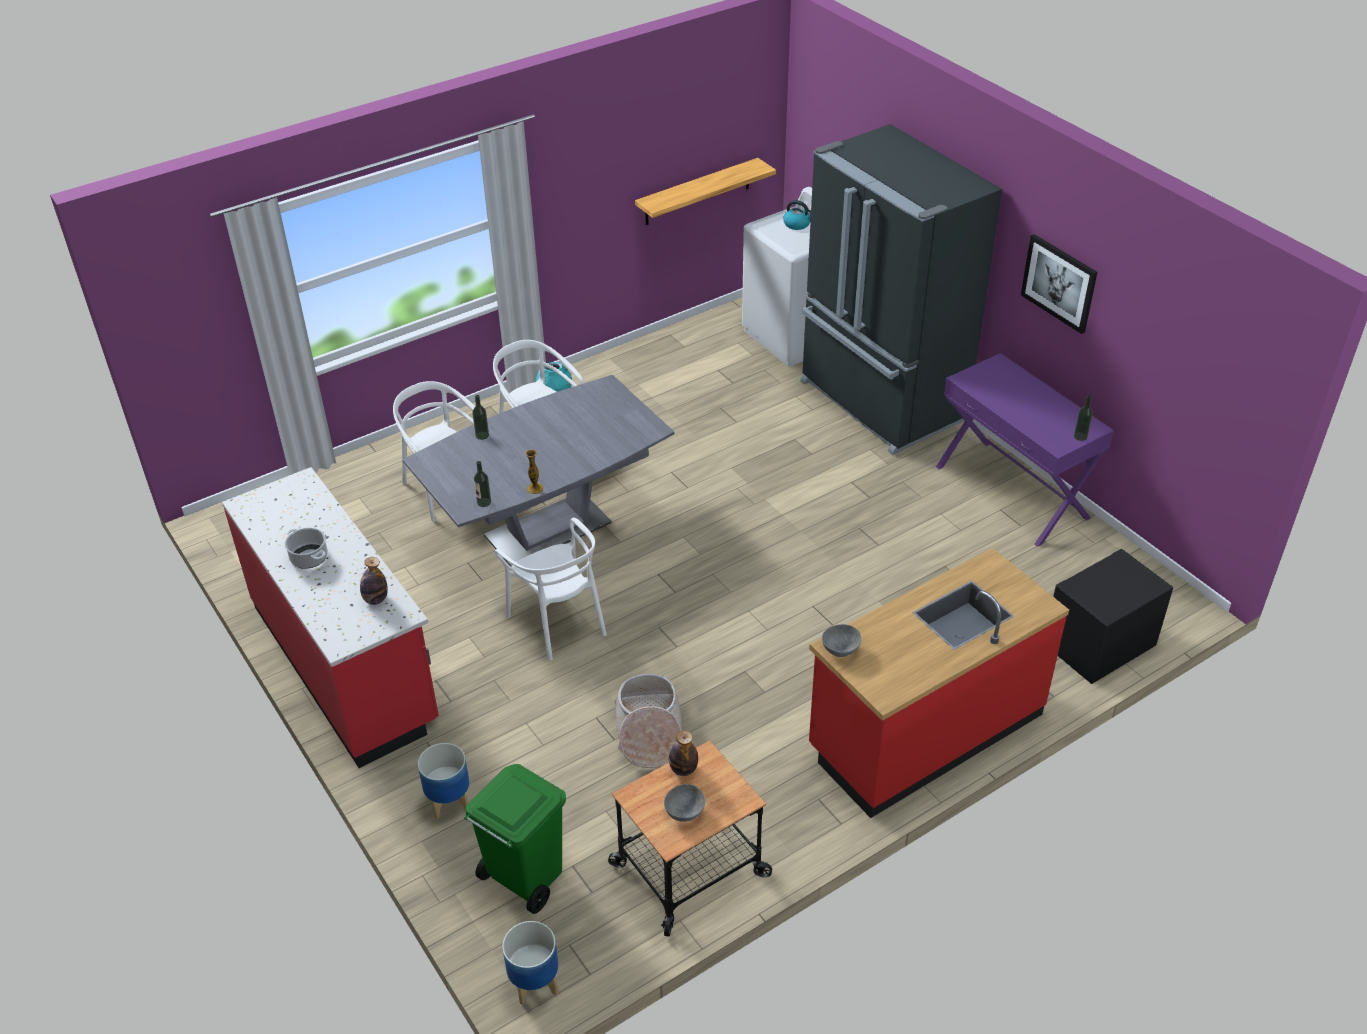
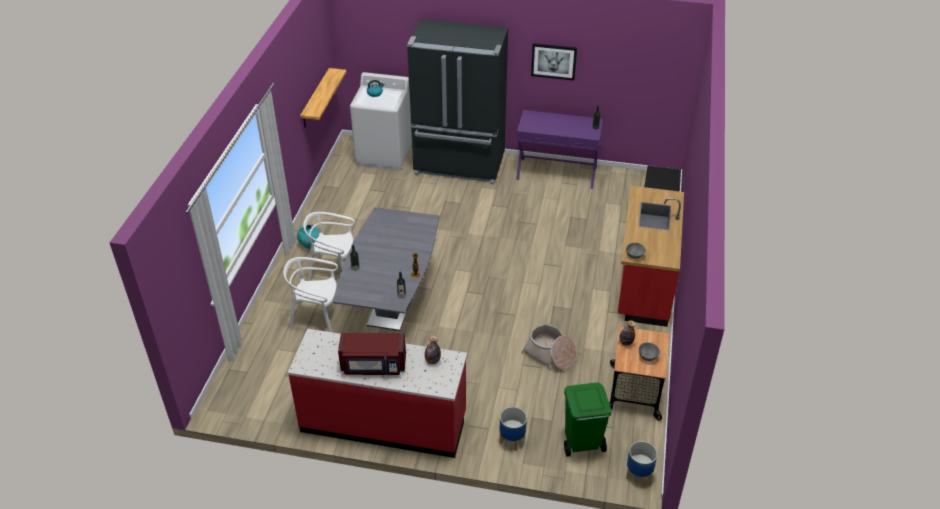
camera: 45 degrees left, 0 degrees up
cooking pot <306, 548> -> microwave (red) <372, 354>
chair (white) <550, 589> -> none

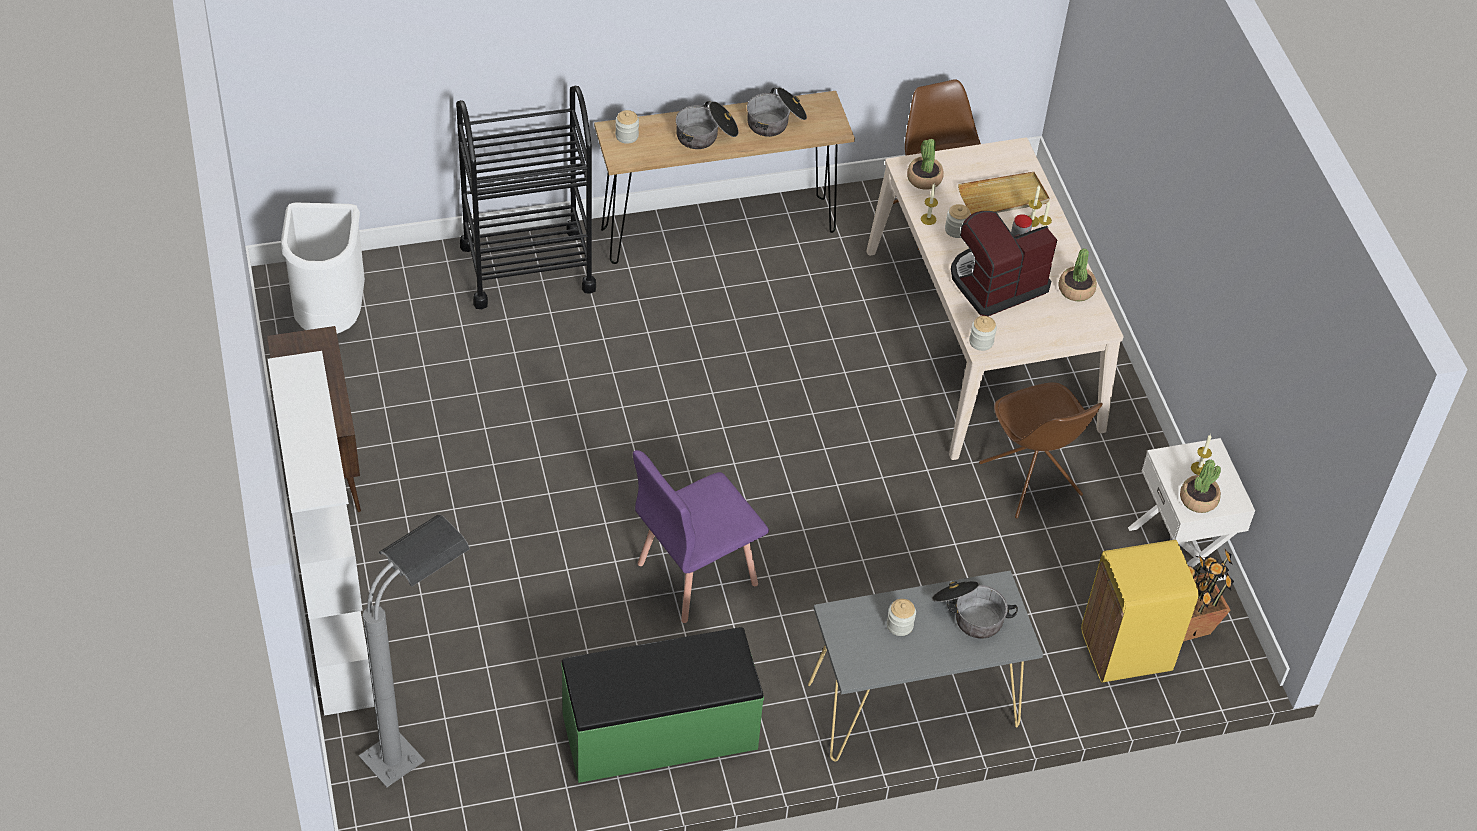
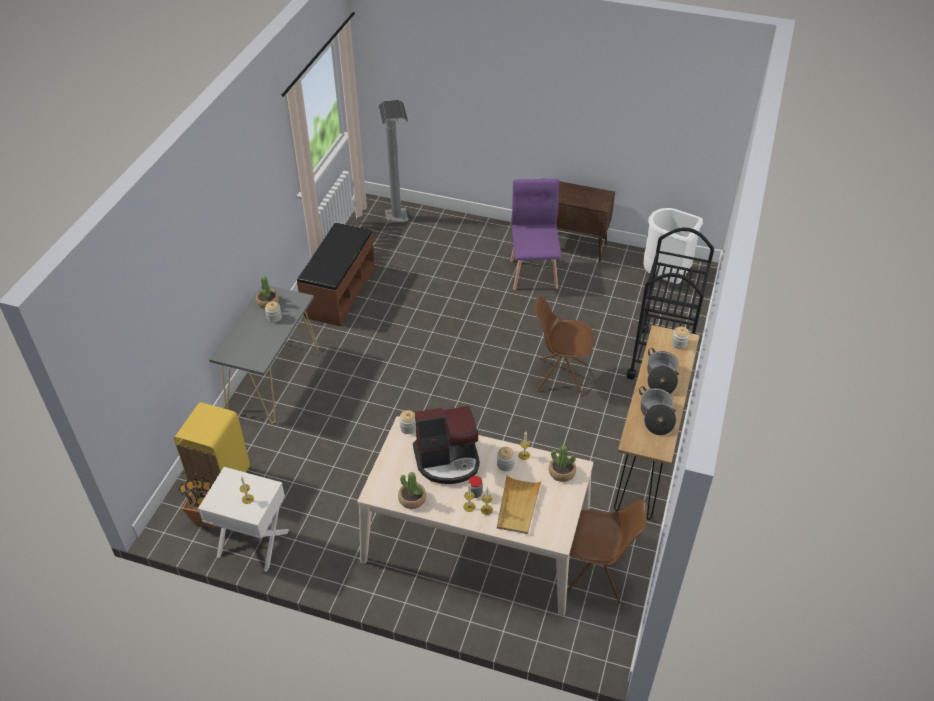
camera: 125 degrees right, 5 degrees down
potted plant <1200, 486> -> potted plant <267, 292>, relocated
bench (green) <662, 705> -> bench (brown) <336, 274>
coffee machine <1004, 263> -> coffee machine <446, 445>, 75 degrees clockwise
chair (purple) <701, 536> -> chair (purple) <535, 234>, relocated
chair (brown) <1041, 450> -> chair (brown) <564, 346>, relocated
bookcase (white) <321, 533> -> none
cooking pot <975, 610> -> none

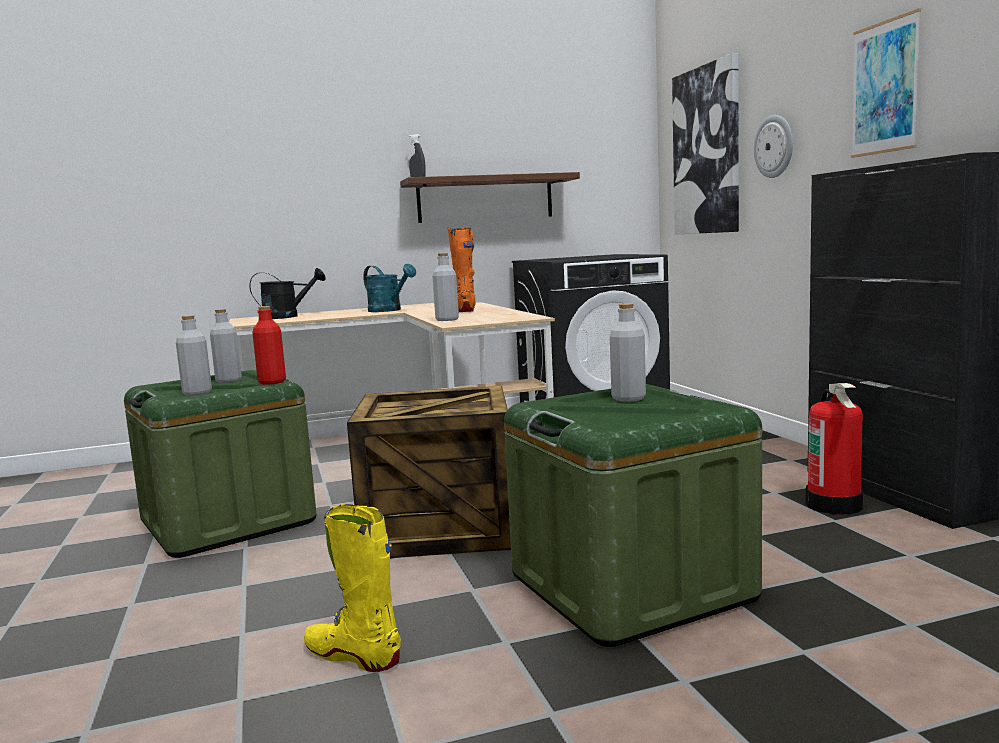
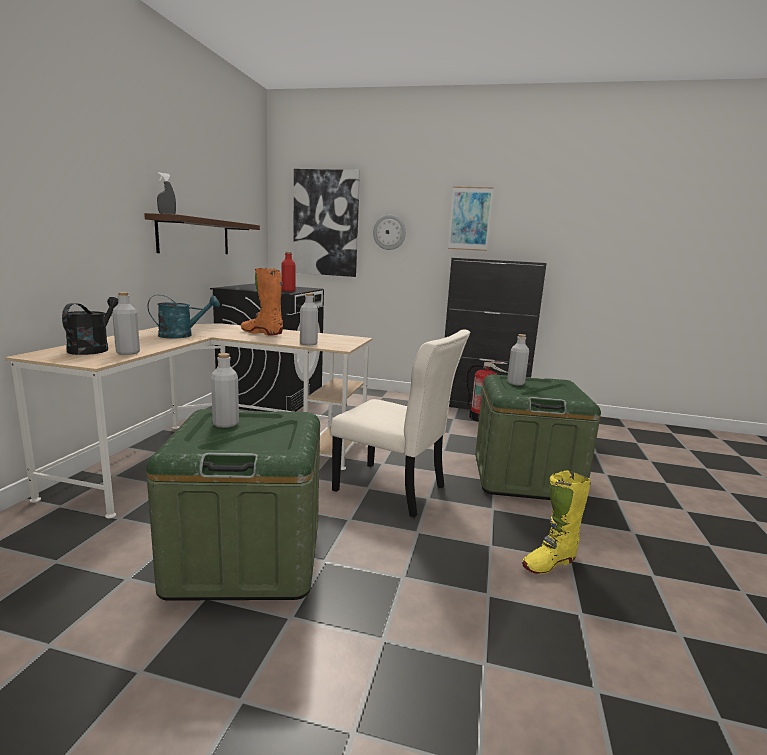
camera: 60 degrees left, 5 degrees up
bottle (grey) <194, 355> -> bottle (grey) <126, 323>, relocated
bottle (red) <269, 345> -> bottle (red) <288, 271>, relocated
crate <429, 472> -> chair (beige) <400, 423>

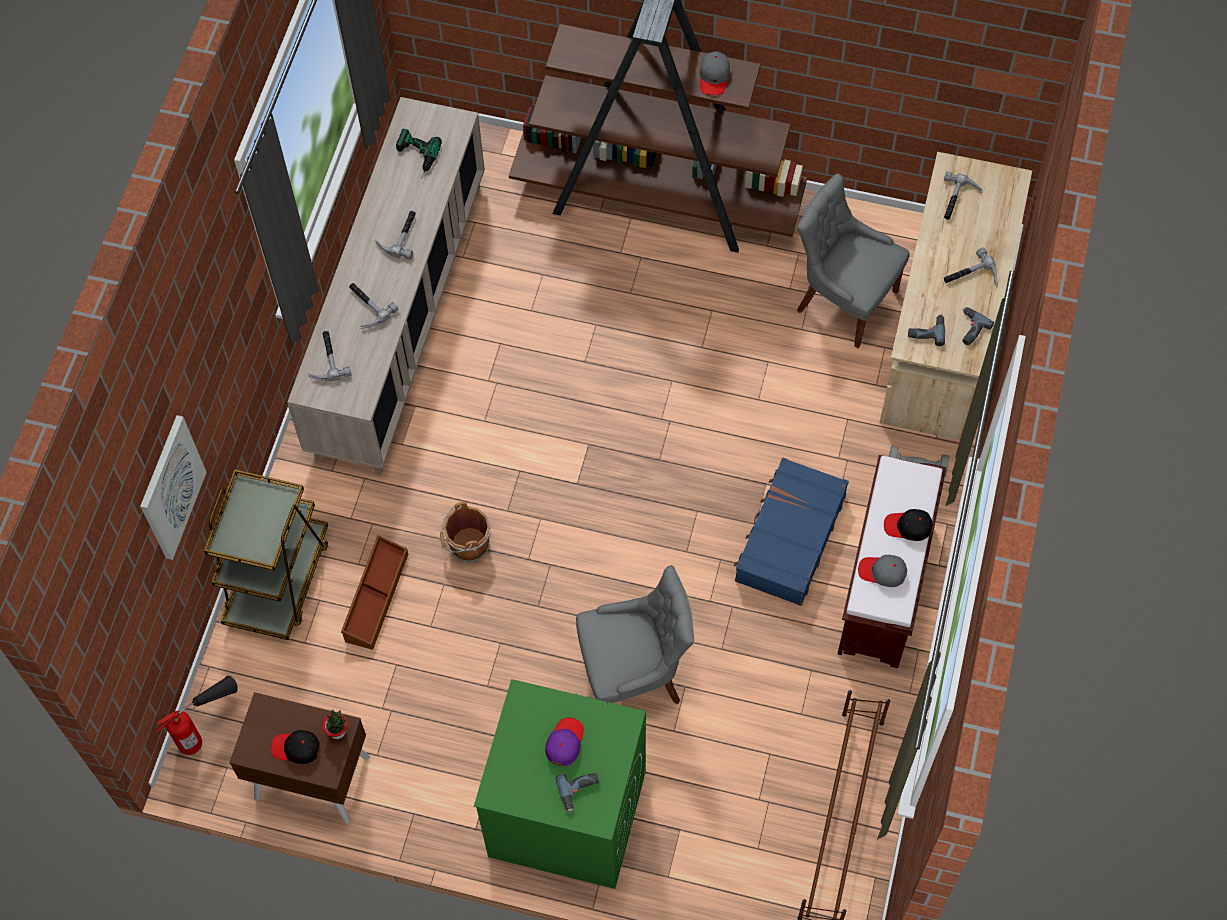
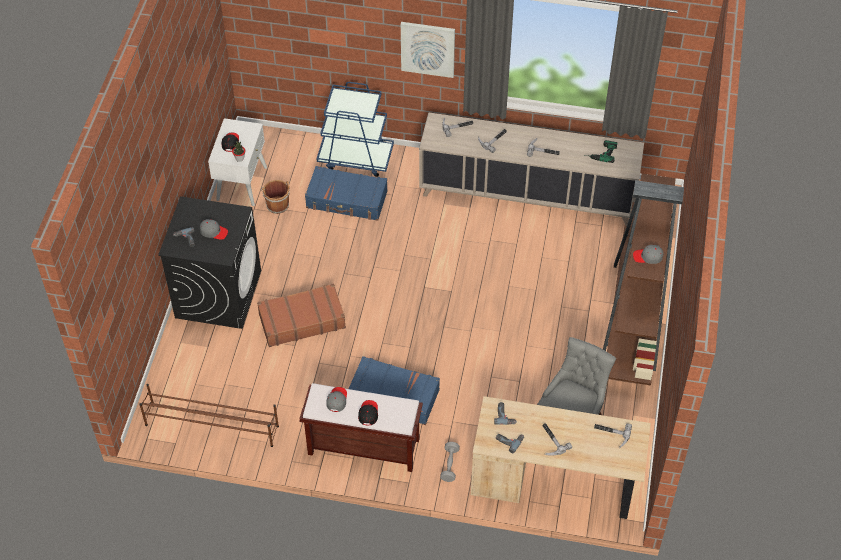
camera: 85 degrees right, 10 degrees down
washing machine (green) <560, 784> -> washing machine (black) <209, 262>
cap (purple) <564, 741> -> cap (grey) <214, 229>
nightstand (brown) <299, 757> -> nightstand (white) <237, 162>
chair (grey) <635, 634> -> suitcase (brown) <301, 315>
bucket (brown) <465, 532> -> bucket (brown) <275, 197>, relocated
storage box (brown) <374, 592> -> suitcase (blue) <346, 193>
cart (brown) <266, 554> -> cart (blue) <355, 129>
picture <173, 487> -> picture <428, 50>, relocated
fire extinguisher <197, 715> -> none

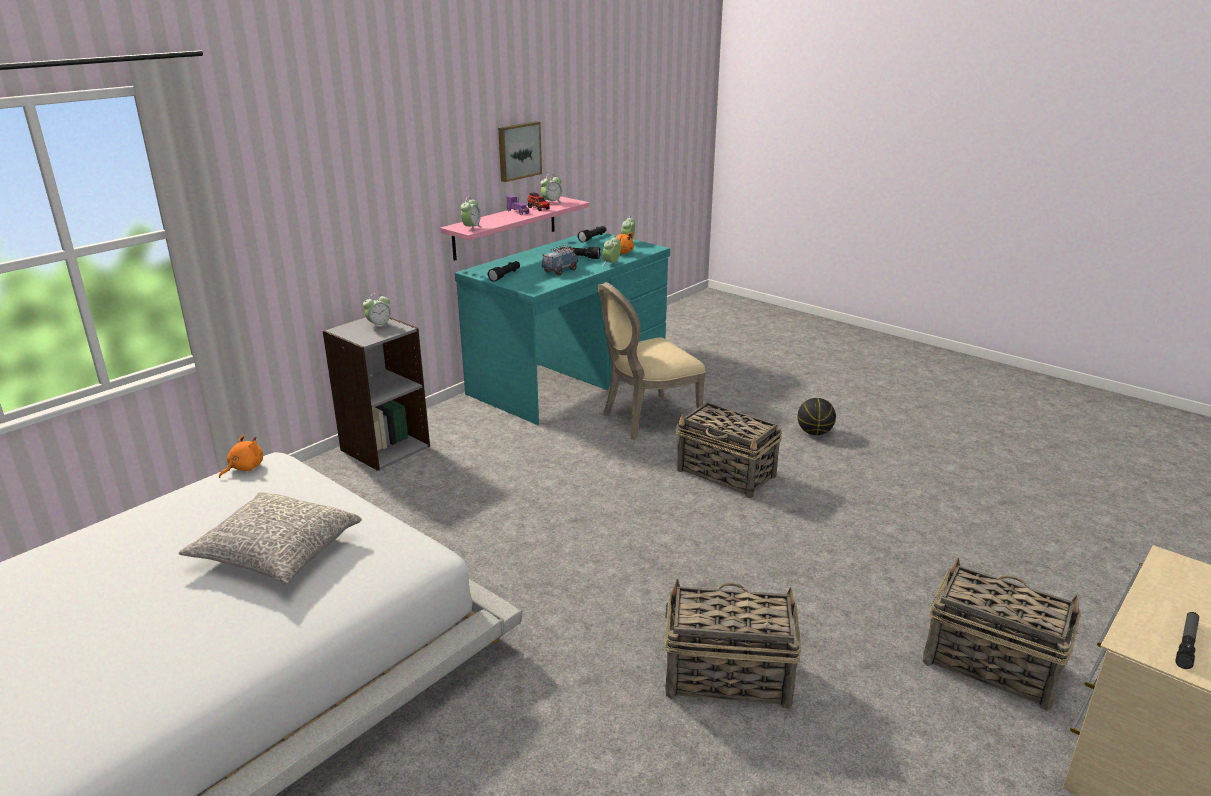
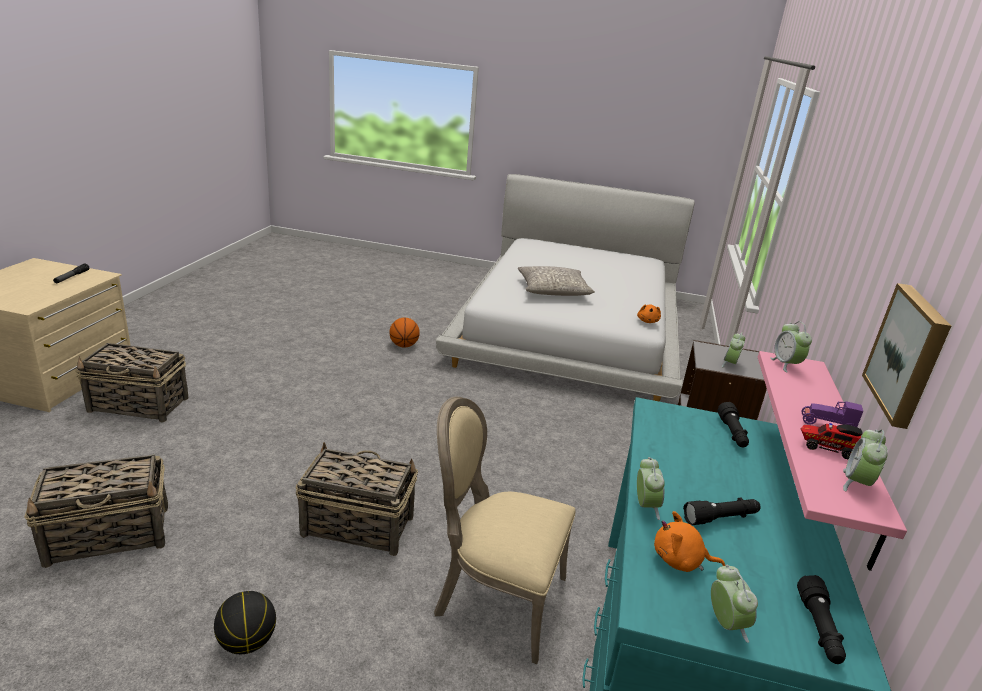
camera: 150 degrees right, 0 degrees up
basket <733, 644> -> basket <96, 511>, relocated
none -> basketball <404, 332>
chair (beige) <652, 361> -> chair (beige) <504, 530>, 105 degrees counterclockwise
toy truck <560, 260> -> none

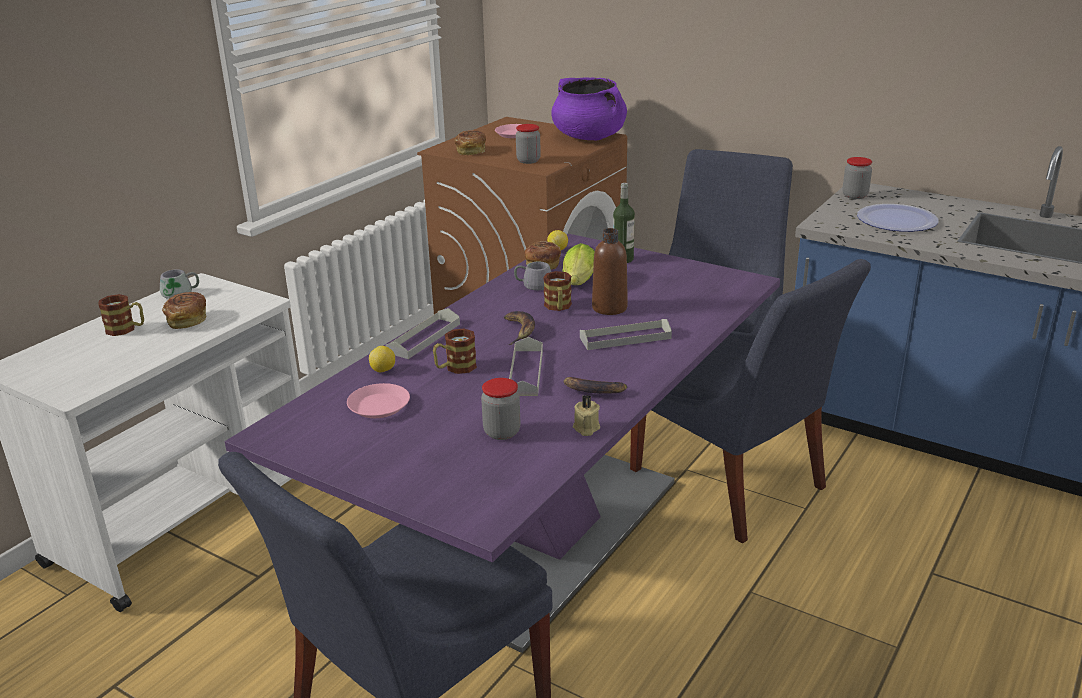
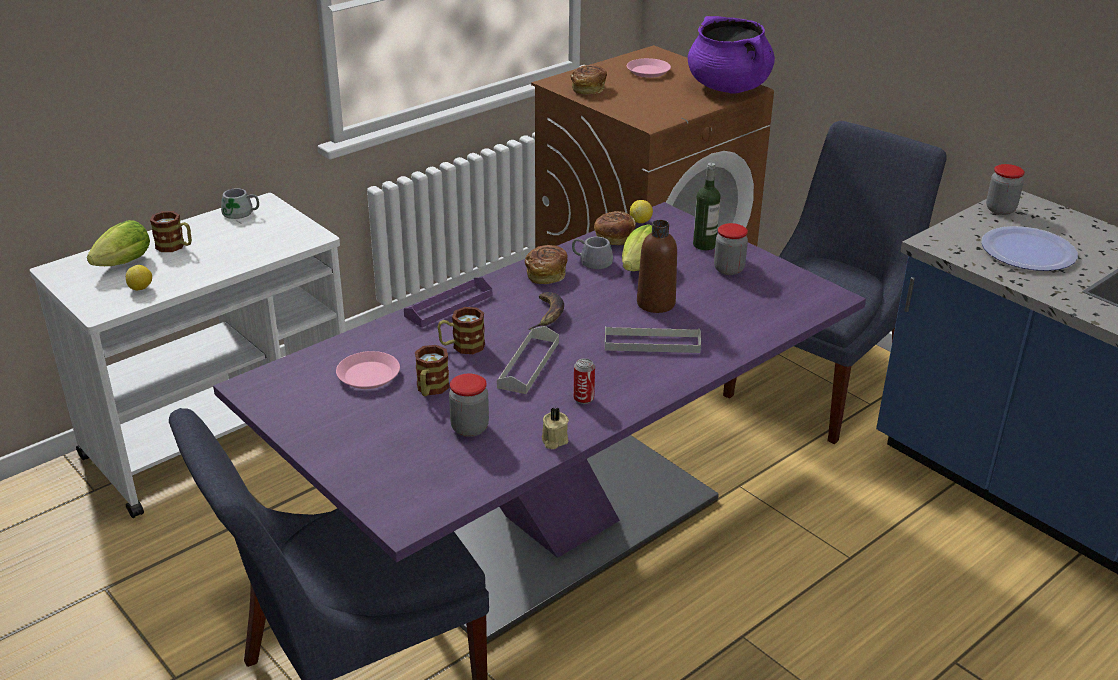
camera: 15 degrees right, 5 degrees up
none -> lettuce <118, 243>
lemon <382, 359> -> lemon <139, 278>, relocated
tray (grey) <422, 333> -> tray (purple) <448, 302>
mug <557, 291> -> mug <432, 370>, relocated
bread <184, 310> -> bread <546, 264>, relocated
banana <595, 385> -> can <584, 381>
jar <528, 144> -> jar <731, 249>, relocated
chair (blue) <750, 401> -> none

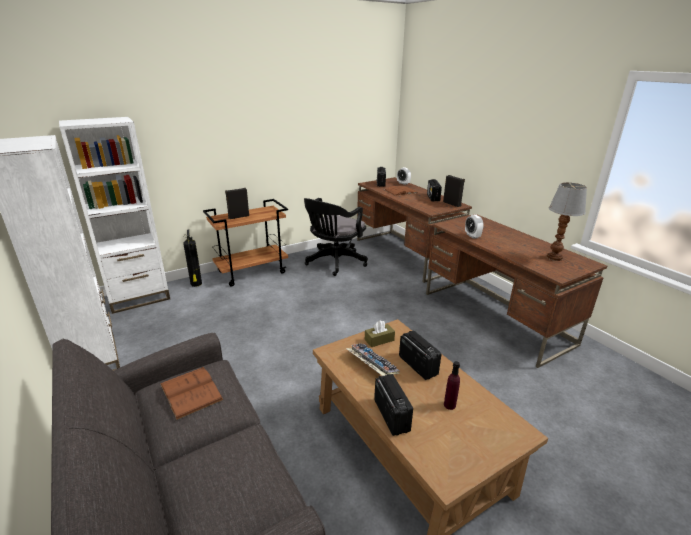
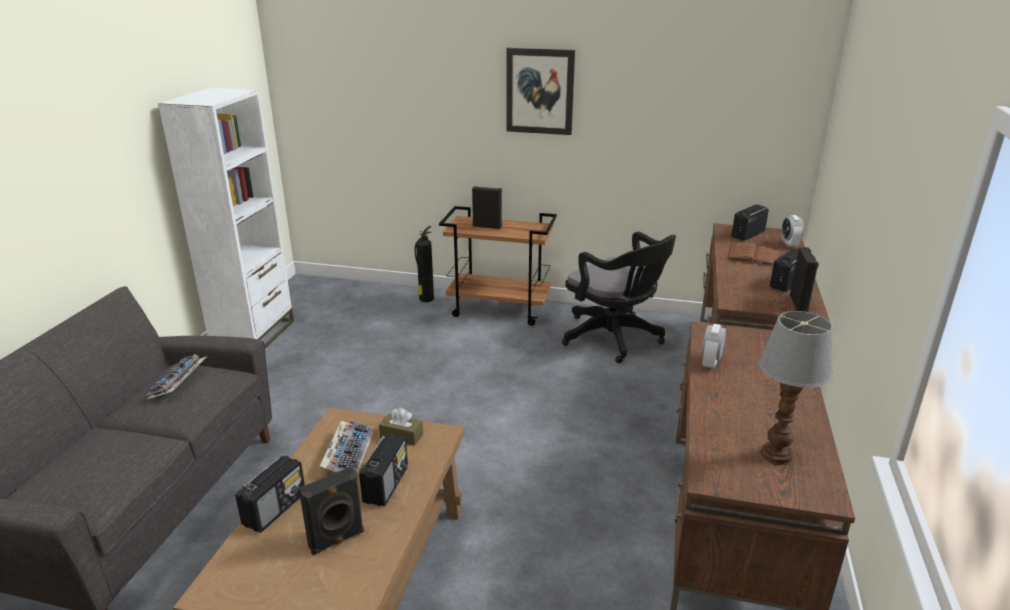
camera: 45 degrees right, 0 degrees up
book (brown) <191, 393> -> keyboard <176, 376>
bottle (purple) <452, 385> -> speaker (black) <331, 511>
none -> picture <540, 91>
office chair (black) <336, 237> -> office chair (black) <619, 297>, 120 degrees counterclockwise
bookcase (white) <114, 215> -> none

